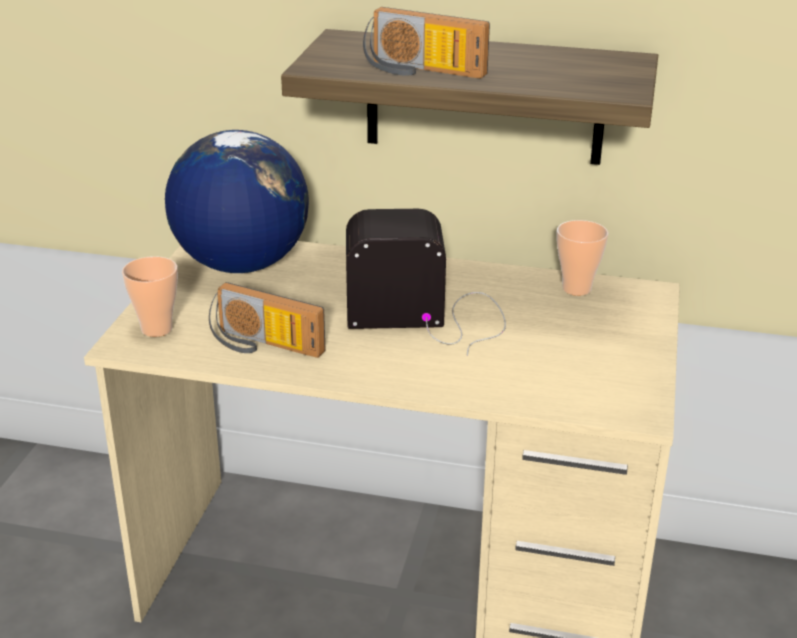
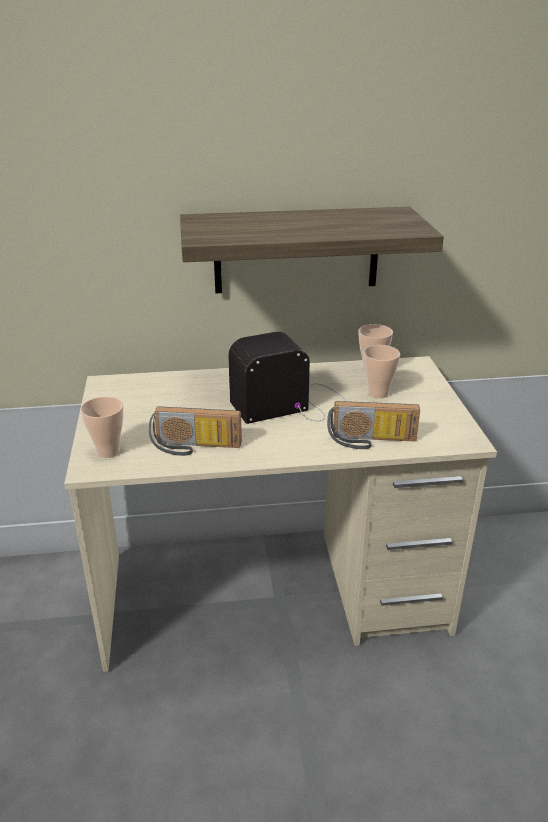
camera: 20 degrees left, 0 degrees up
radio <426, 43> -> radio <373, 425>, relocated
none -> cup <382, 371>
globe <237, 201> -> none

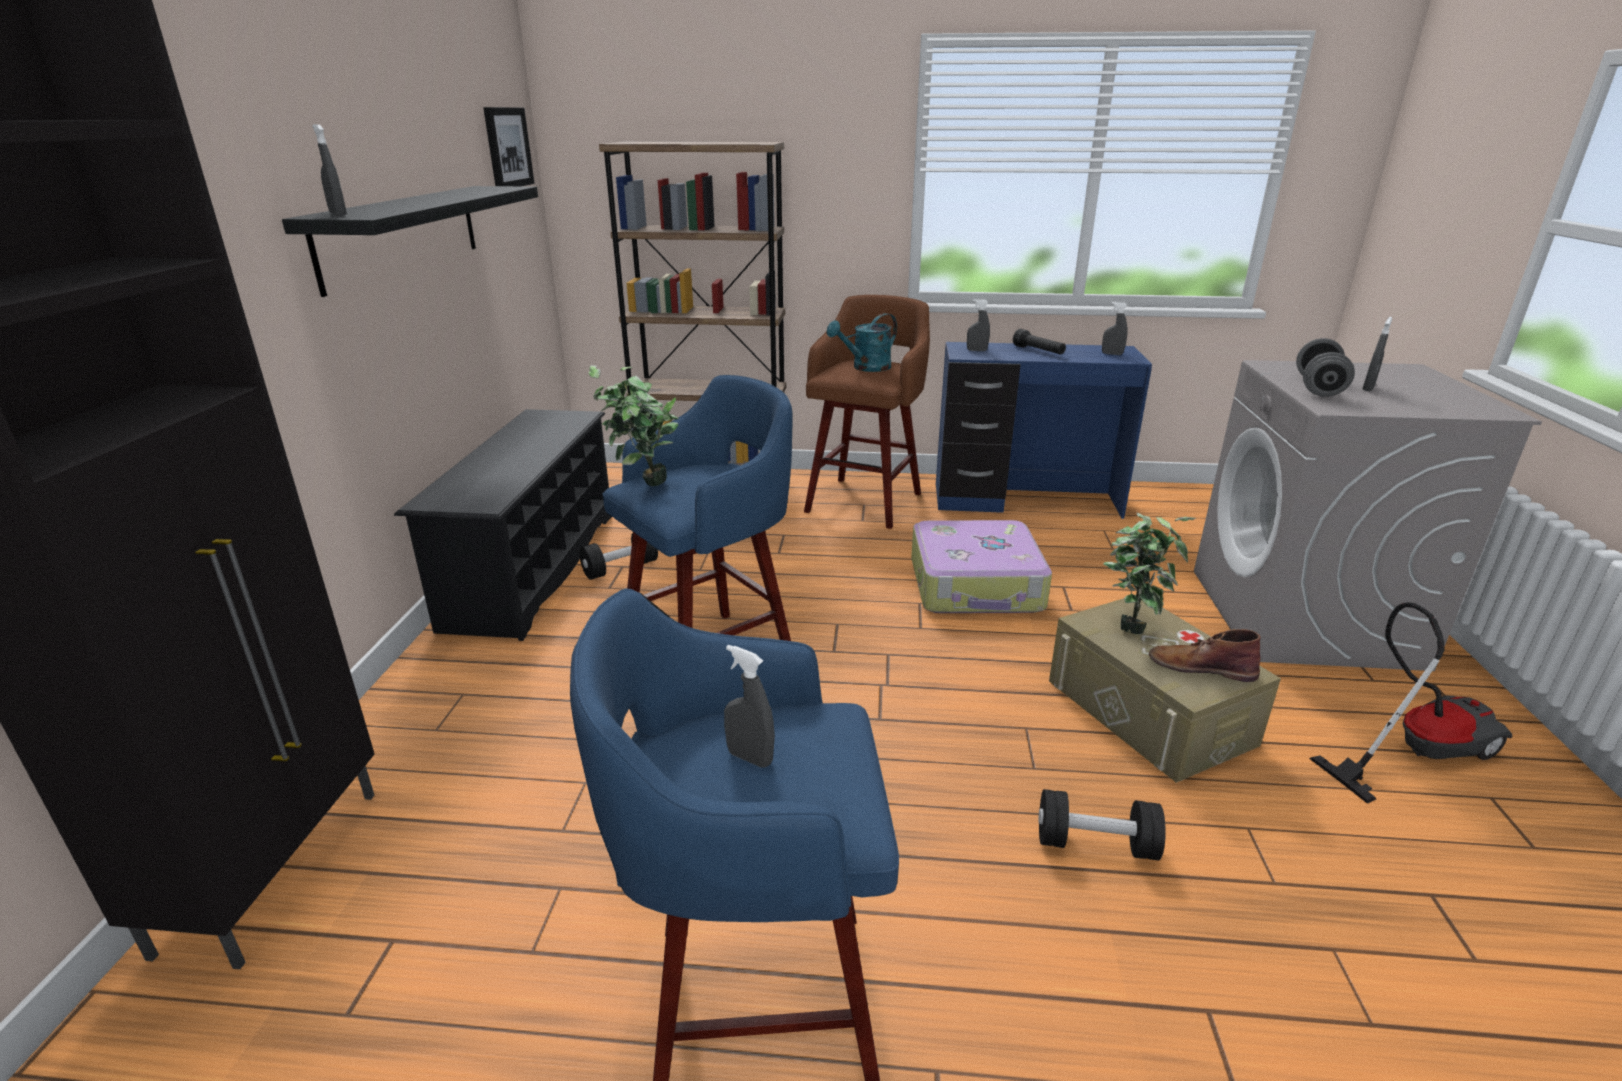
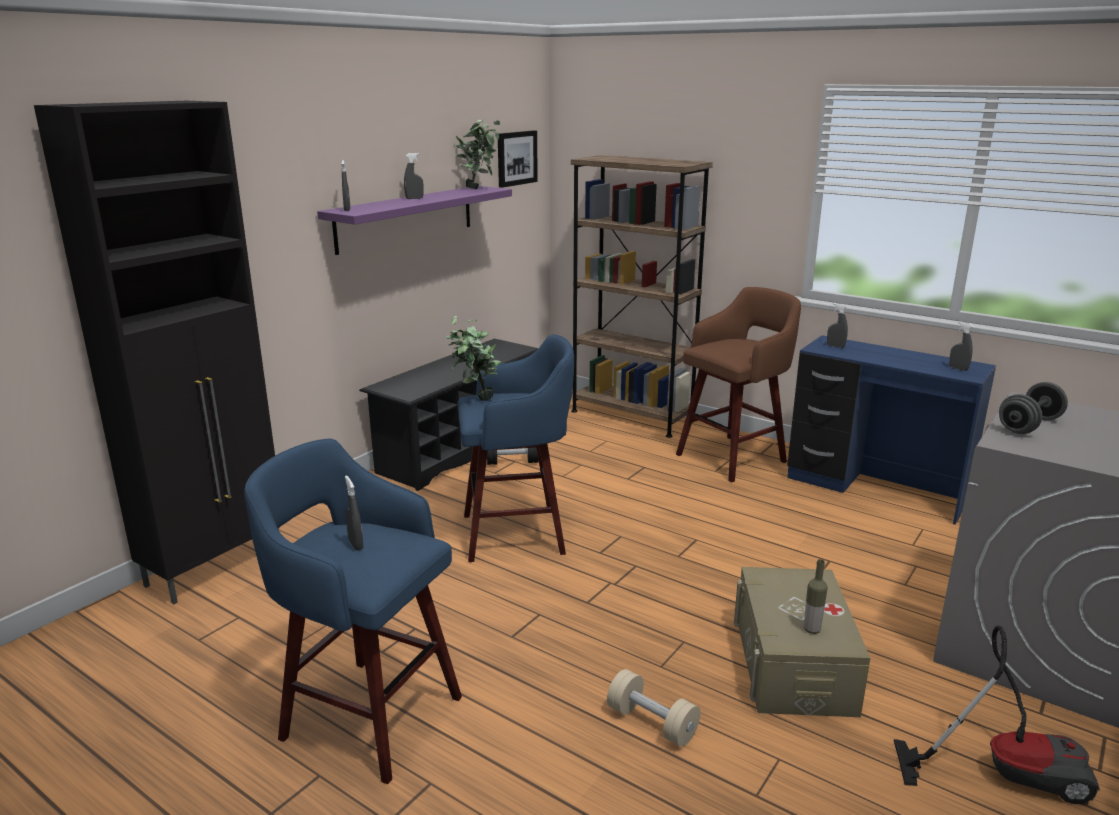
camera: 30 degrees right, 5 degrees down
shelf (black) <410, 241> -> shelf (purple) <414, 220>
spray bottle (grey) <1377, 354> -> spray bottle (grey) <413, 176>, relocated
potted plant <1149, 573> -> potted plant <478, 154>, relocated
dumbbell (black) <1102, 825> -> dumbbell (beige) <653, 708>
boot (brown) <1205, 655> -> bottle <816, 596>
watering can (turquoise) <861, 342> -> none
suitcase <981, 566> -> none
flashlight (black) <1039, 342> -> none

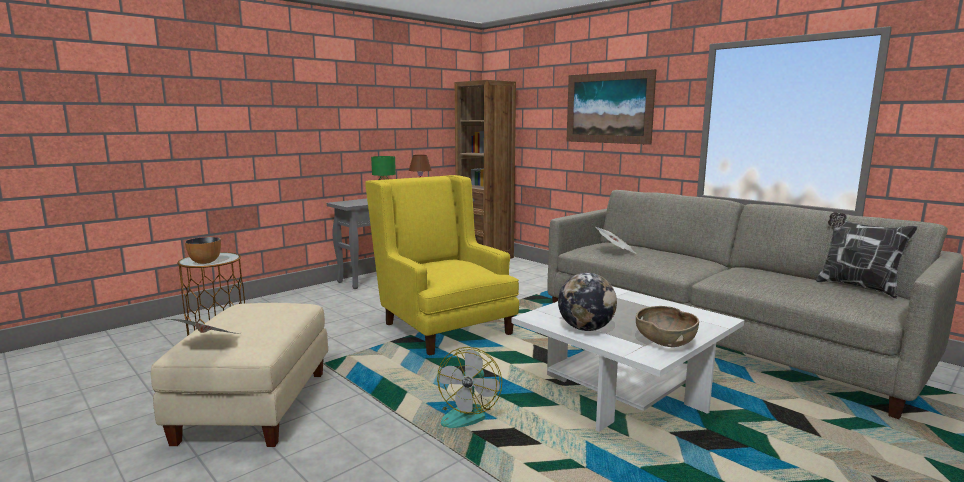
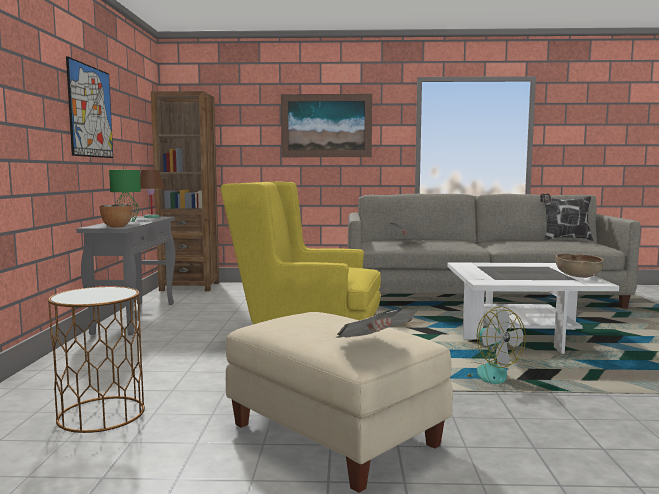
camera: 45 degrees left, 5 degrees down
none -> picture <89, 107>
bowl <203, 250> -> bowl <115, 216>, relocated
globe <587, 302> -> none

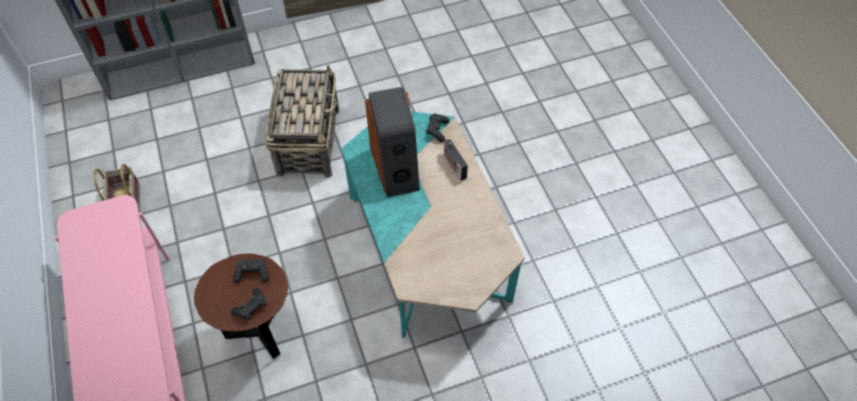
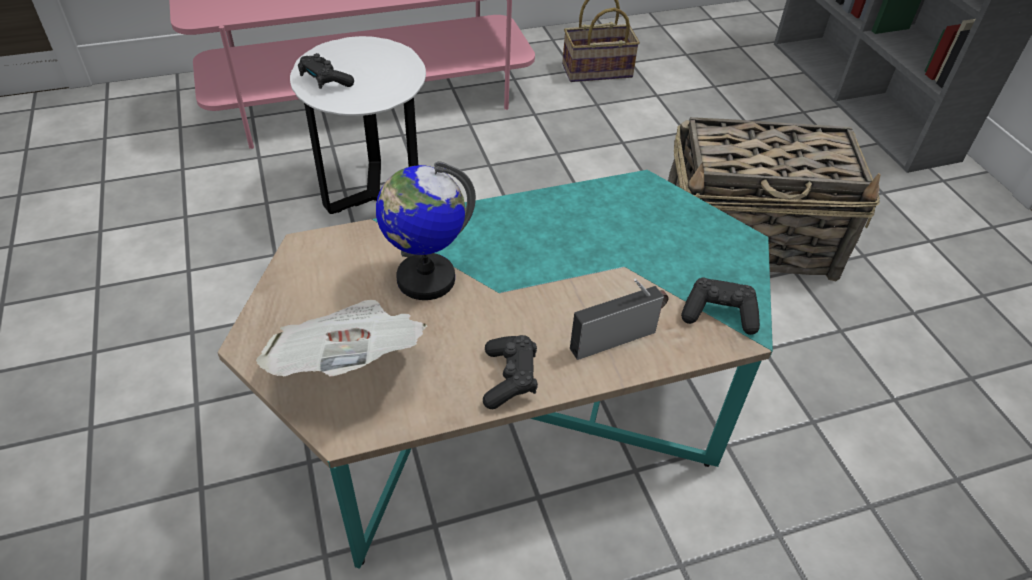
camera: 90 degrees right, 10 degrees down
none -> newspaper <341, 338>
side table (brown) <241, 306> -> side table (white) <358, 125>
none -> globe <426, 230>
game controller (black) <251, 271> -> game controller (black) <510, 372>, relocated
speaker <392, 142> -> none

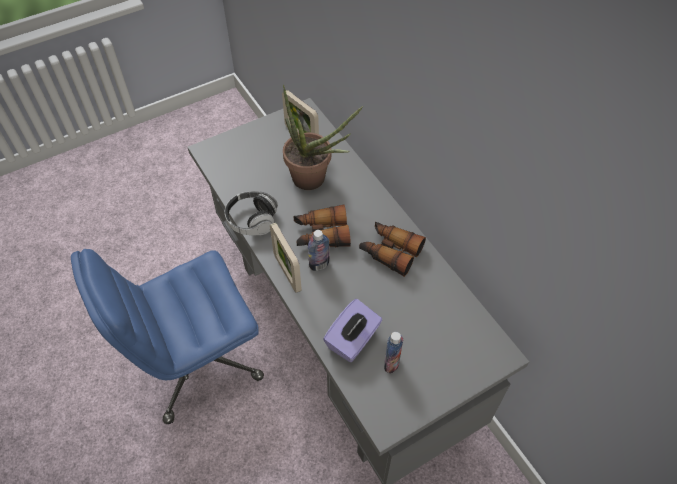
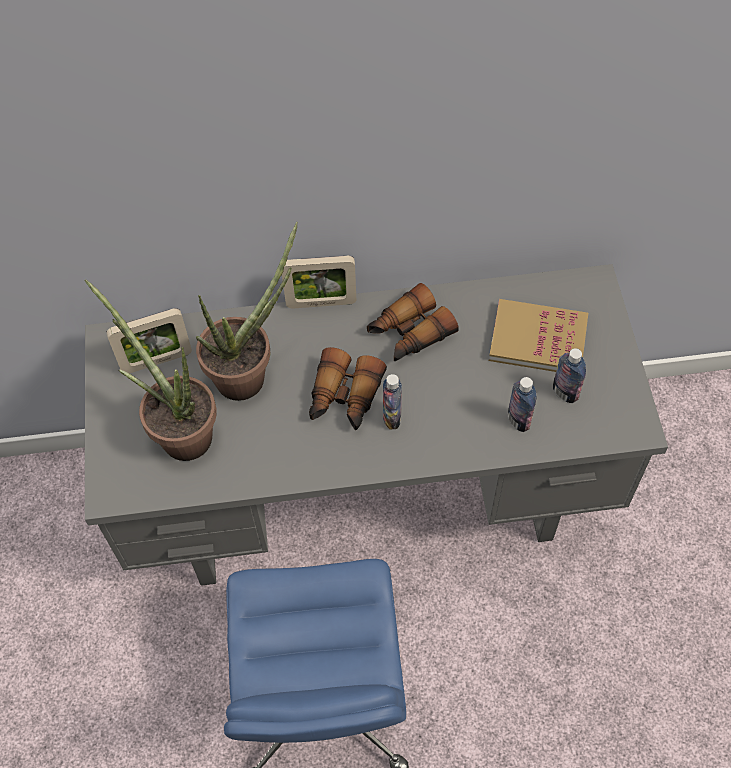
camera: 65 degrees left, 5 degrees up
none -> potted plant <150, 370>
picture frame <286, 258> -> picture frame <319, 282>, relocated
none -> book <538, 335>
tissue box (purple) <352, 330> -> bottle <522, 404>
headphones <251, 213> -> none

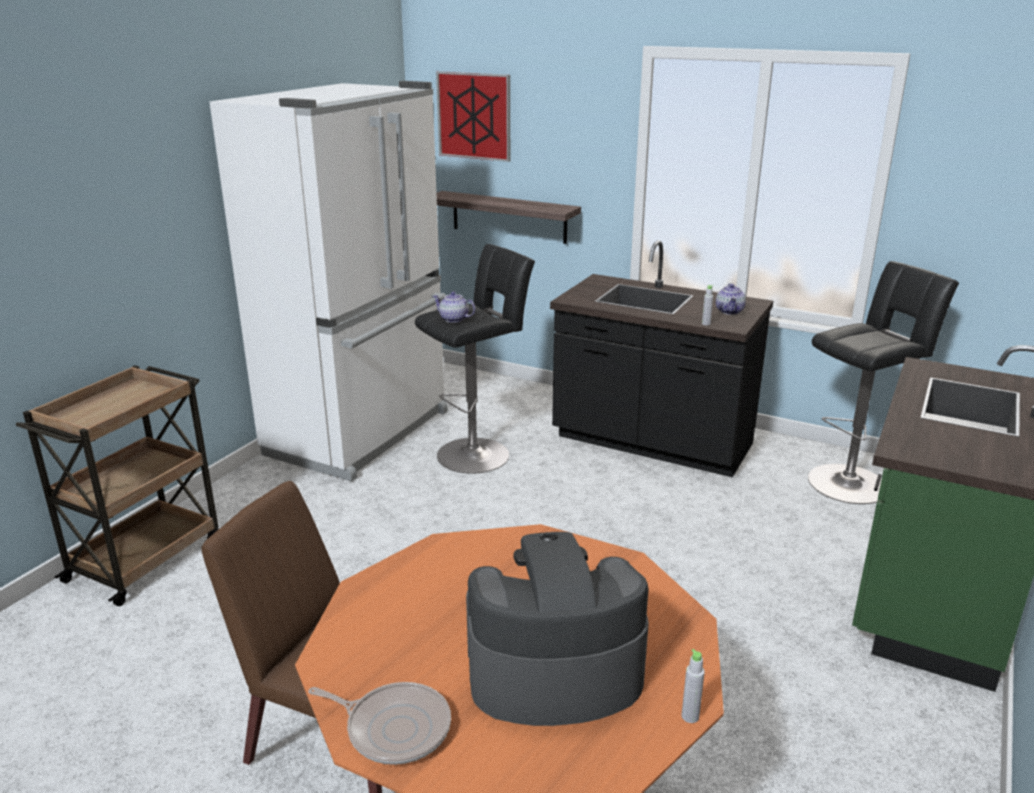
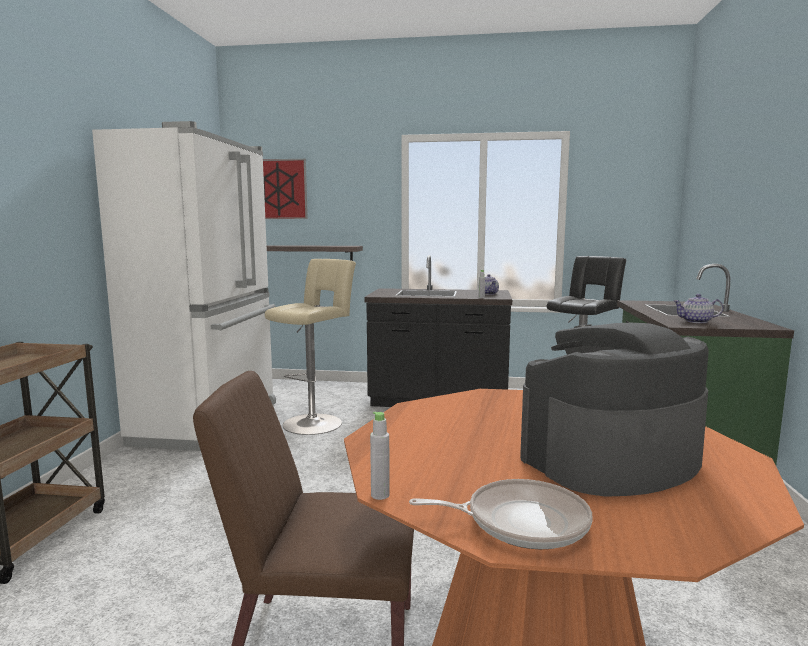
camera: 20 degrees left, 15 degrees down
stool (black) <475, 359> -> stool (beige) <310, 347>
bottle (grey) <693, 686> -> bottle (grey) <380, 456>, relocated
teapot <454, 307> -> teapot <698, 308>, relocated

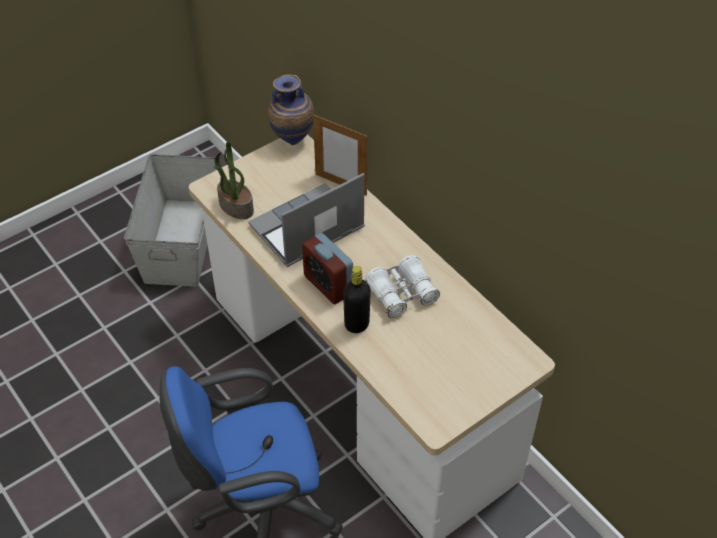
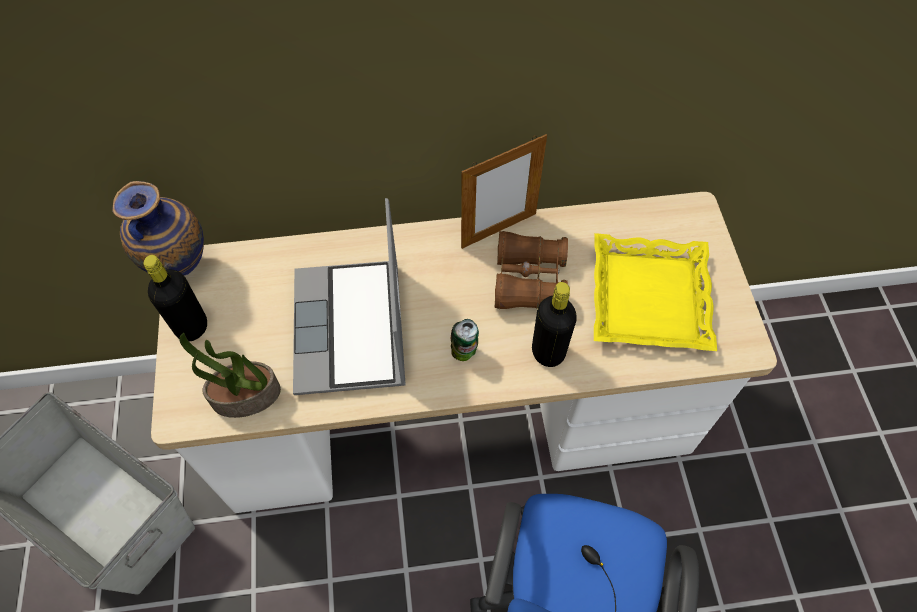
camera: 60 degrees left, 10 degrees up
none -> bottle (black) <175, 298>
alarm clock <327, 268> -> can <464, 340>
picture frame <340, 155> -> picture frame <504, 191>, relocated
binoculars (white) <402, 286> -> binoculars (brown) <531, 270>
none -> tray (yellow) <655, 292>

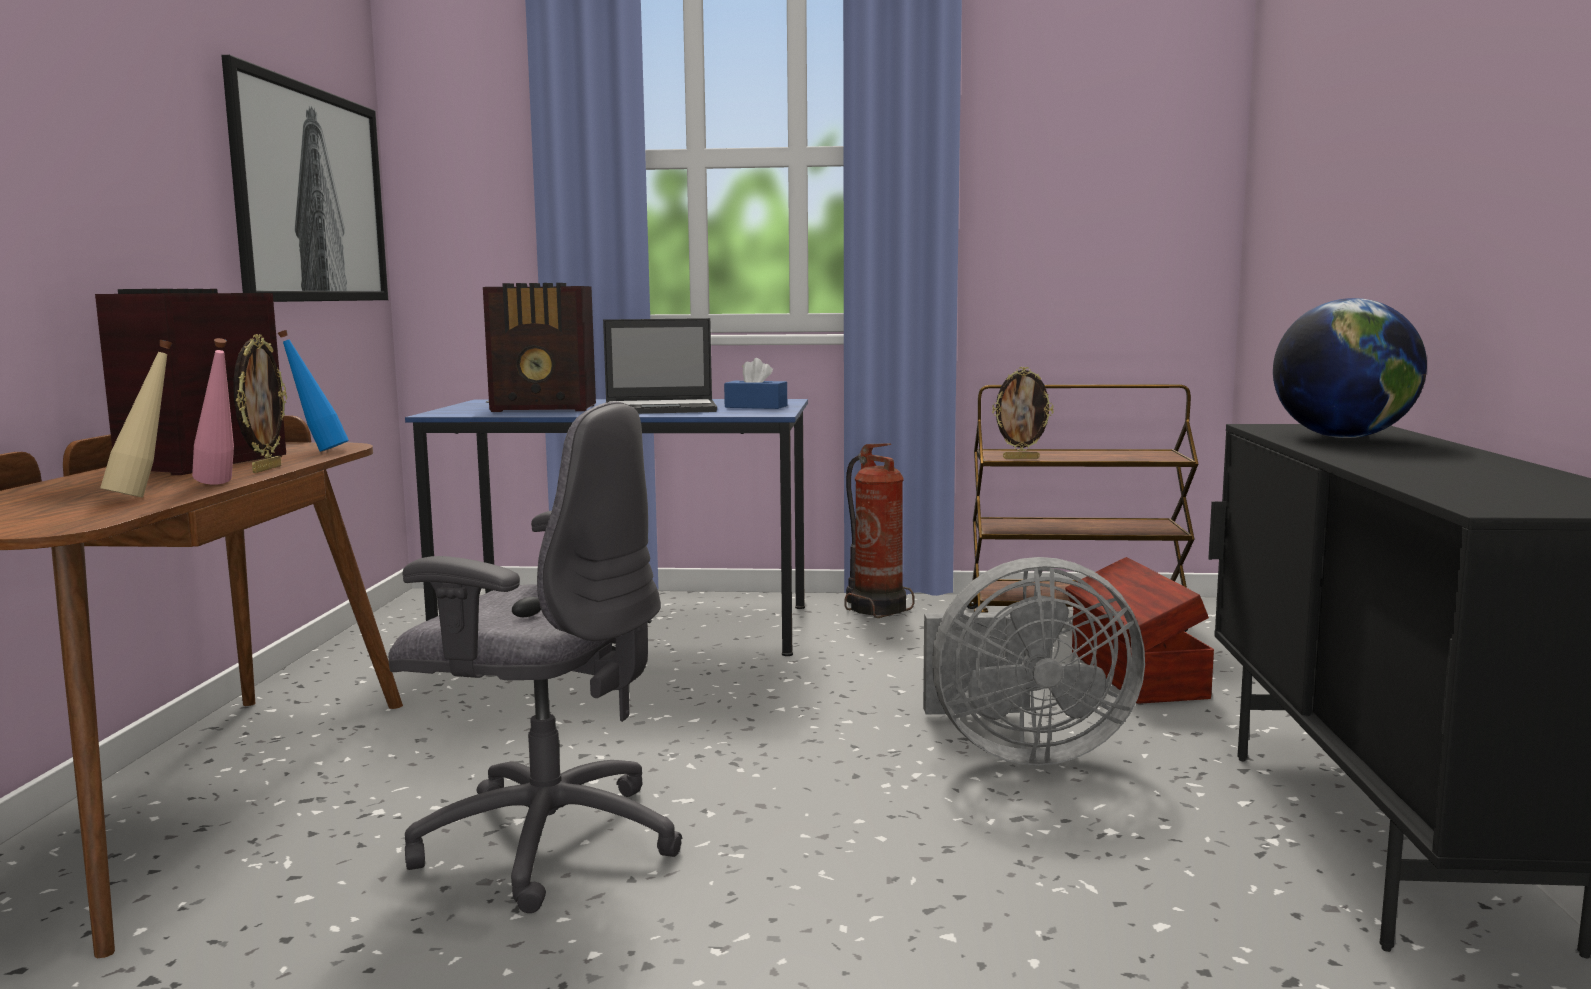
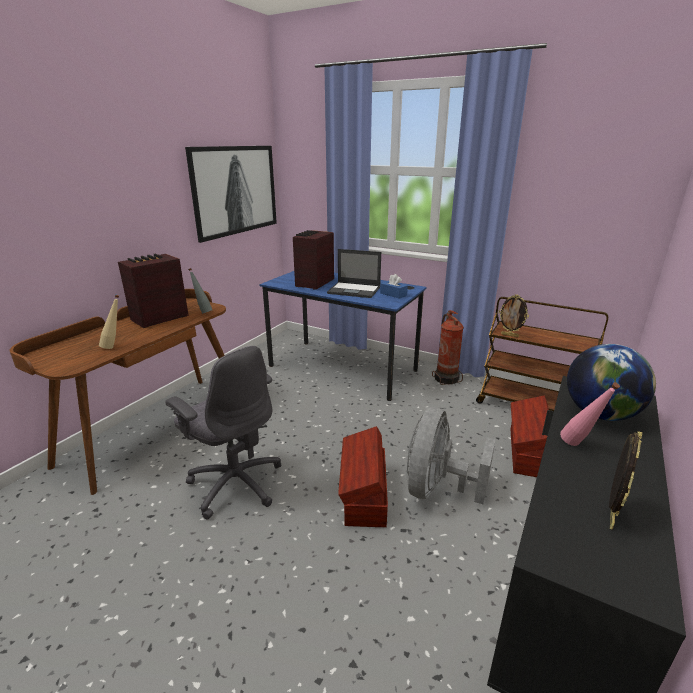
camera: 25 degrees right, 15 degrees up
bottle (blue) <313, 391> -> bottle (grey) <200, 291>
radio <539, 347> -> radio <313, 260>, 90 degrees clockwise
none -> storage box (brown) <363, 476>
fan (grey) <1034, 661> -> fan (grey) <451, 455>, 90 degrees clockwise
bottle (pink) <213, 411> -> bottle (pink) <590, 414>, relocated
picture frame <260, 403> -> picture frame <625, 480>, relocated

